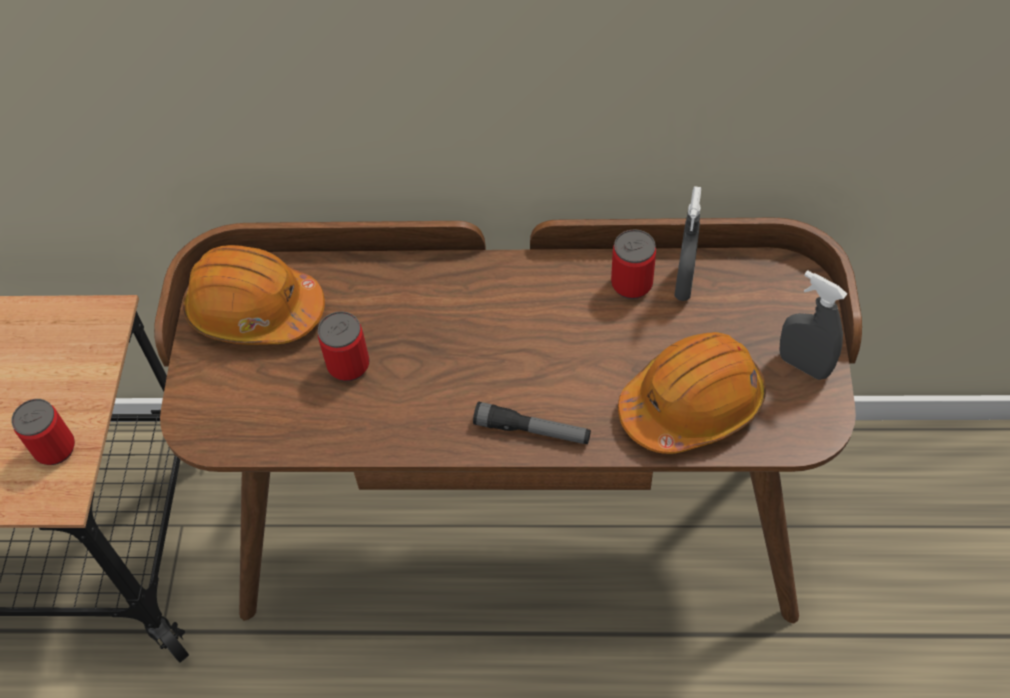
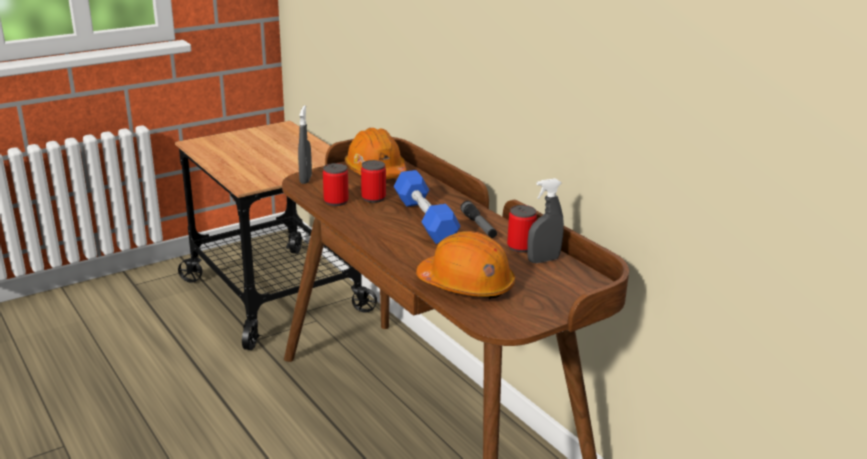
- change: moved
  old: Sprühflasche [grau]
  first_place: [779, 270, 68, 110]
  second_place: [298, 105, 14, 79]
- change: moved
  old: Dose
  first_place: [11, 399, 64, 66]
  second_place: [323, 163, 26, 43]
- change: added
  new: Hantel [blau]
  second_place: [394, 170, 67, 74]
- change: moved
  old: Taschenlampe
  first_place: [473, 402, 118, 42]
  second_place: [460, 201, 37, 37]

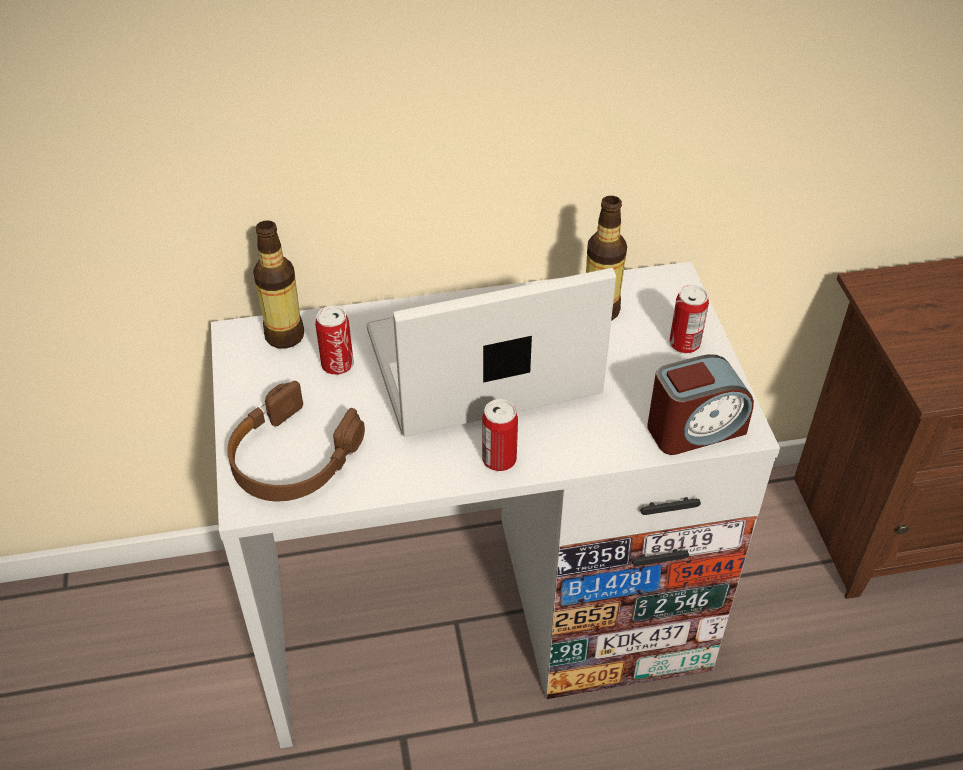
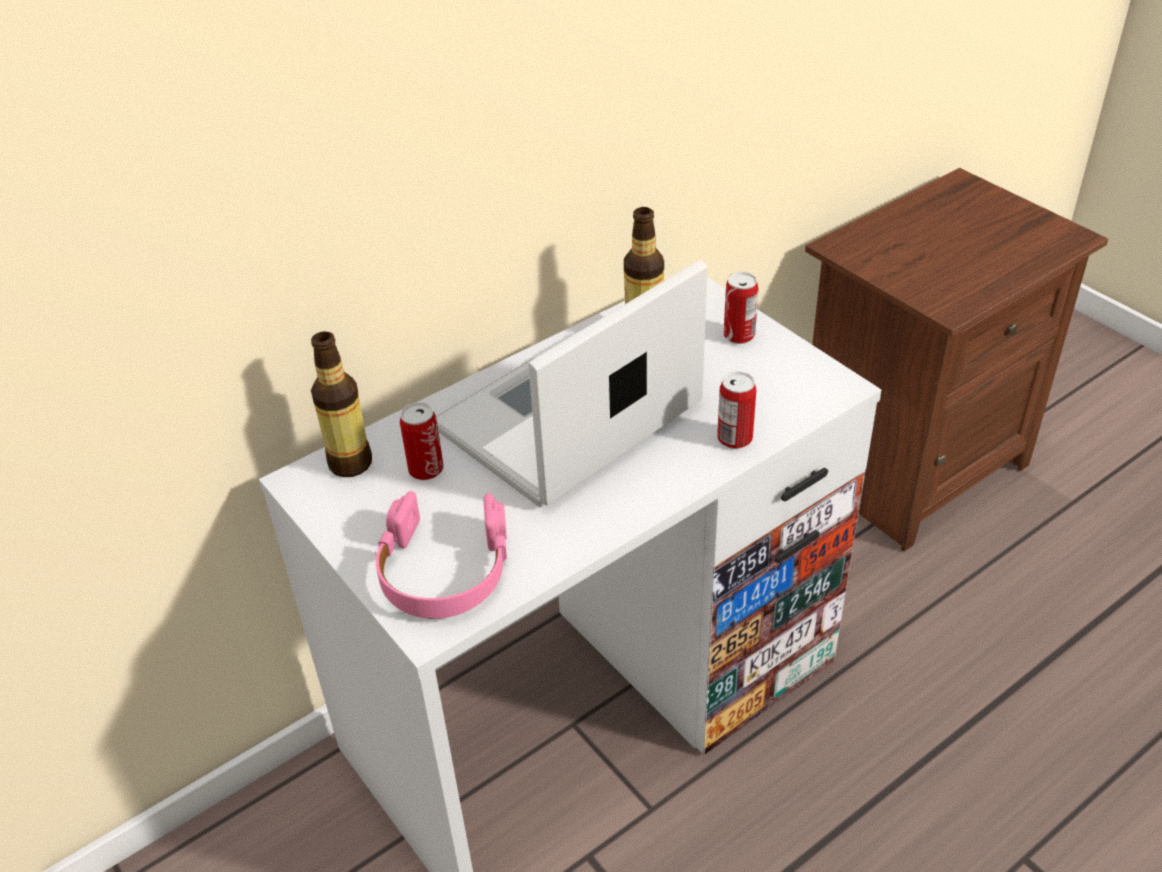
- change: recoloured
  old: Kopfhörer [braun]
  new: Kopfhörer [rosa]
  first_place: [227, 381, 138, 120]
  second_place: [375, 491, 132, 128]
- change: moved
  old: Dose
  first_place: [482, 399, 36, 72]
  second_place: [717, 371, 39, 78]
- change: removed
  old: Wecker
  first_place: [647, 354, 107, 101]

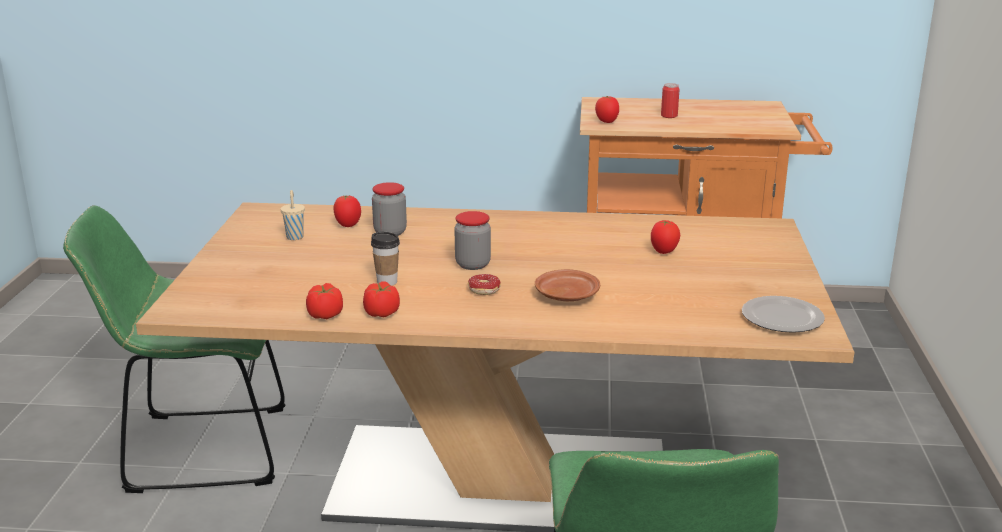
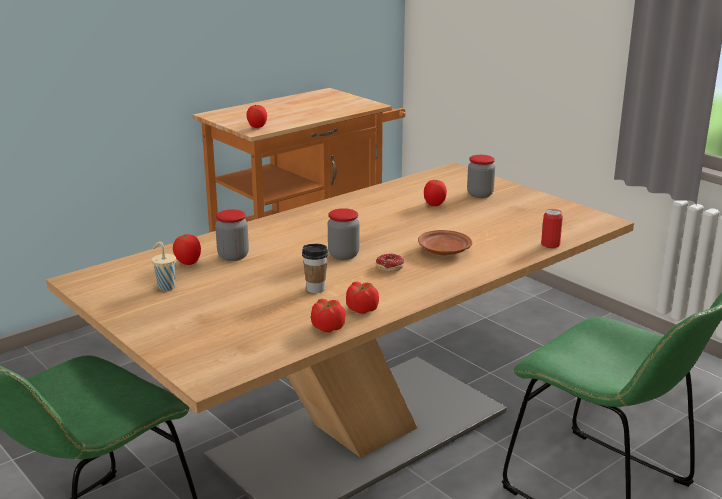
- change: added
  new: Vorratsglas
  second_place: [467, 155, 28, 43]
- change: moved
  old: Dose
  first_place: [661, 83, 19, 35]
  second_place: [541, 209, 22, 39]
- change: removed
  old: Teller
  first_place: [742, 296, 83, 37]

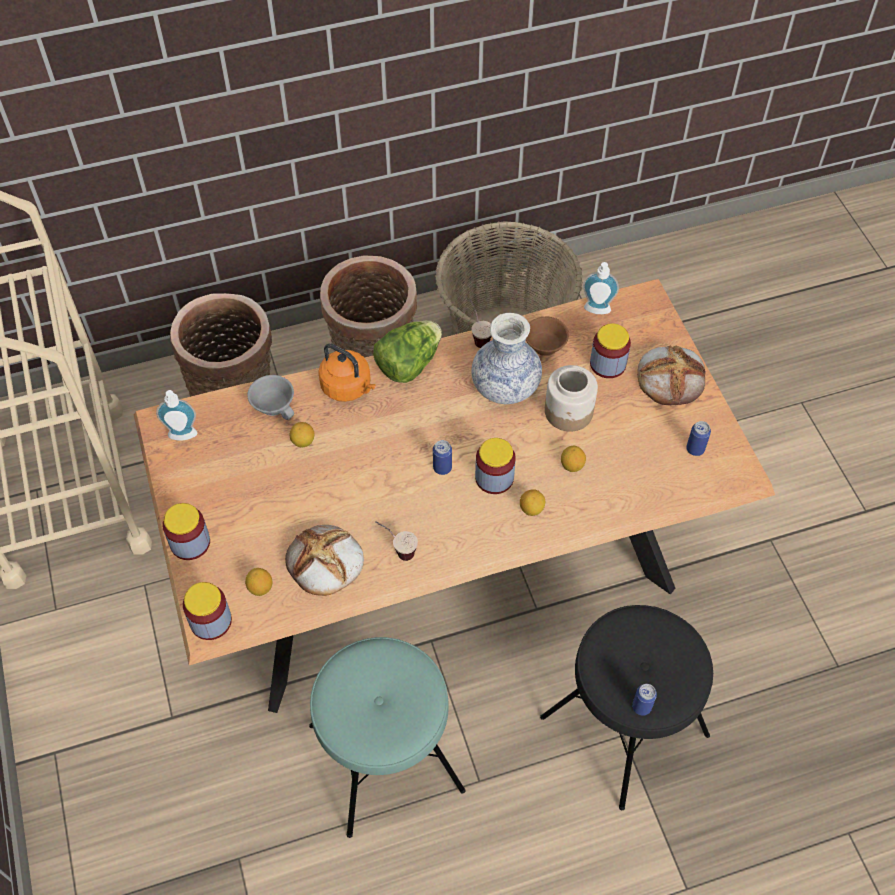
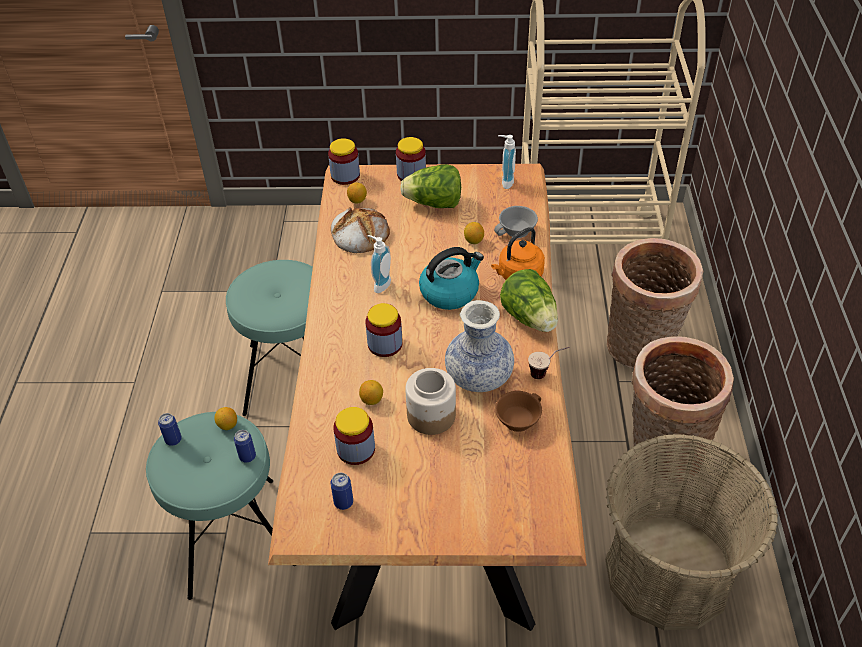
- change: recoloured
  old: Hocker [schwarz]
  new: Hocker [türkis]
  first_place: [540, 605, 173, 205]
  second_place: [146, 412, 150, 188]
- change: moved
  old: Zitrone
  first_place: [520, 489, 25, 27]
  second_place: [214, 407, 23, 23]
- change: moved
  old: Dose
  first_place: [433, 440, 19, 35]
  second_place: [234, 430, 22, 33]
- change: moved
  old: Vorratsglas
  first_place: [590, 323, 41, 55]
  second_place: [333, 407, 42, 58]
- change: moved
  old: Seifenspender
  first_place: [583, 262, 36, 52]
  second_place: [367, 235, 24, 58]
- change: added
  new: Salatkopf
  second_place: [400, 164, 61, 44]
- change: added
  new: Wasserkessel
  second_place: [419, 247, 65, 63]
- change: removed
  old: Tasse
  first_place: [375, 521, 43, 40]
- change: removed
  old: Brot
  first_place: [637, 346, 69, 59]

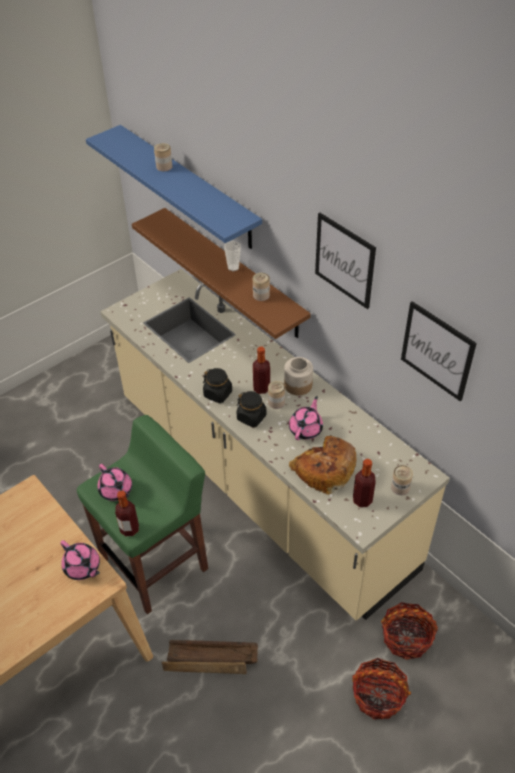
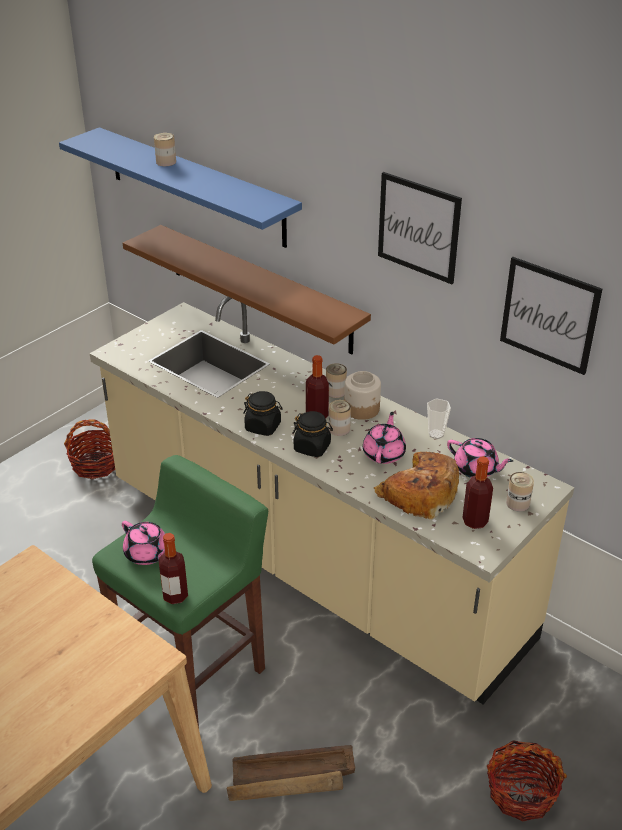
- change: moved
  old: Korb
  first_place: [381, 602, 57, 58]
  second_place: [64, 420, 51, 59]
- change: moved
  old: Dose
  first_place: [253, 273, 17, 28]
  second_place: [326, 363, 21, 35]
- change: moved
  old: Tasse
  first_place: [224, 241, 17, 30]
  second_place: [427, 399, 24, 40]
- change: moved
  old: Teekanne [rosa]
  first_place: [60, 540, 40, 40]
  second_place: [447, 438, 66, 40]

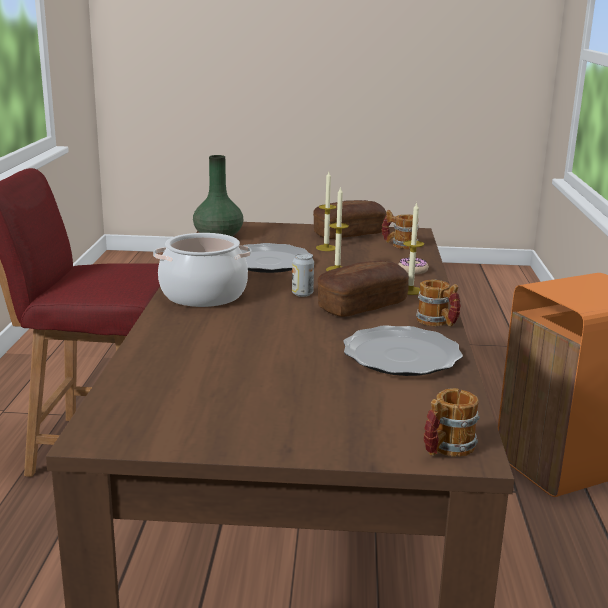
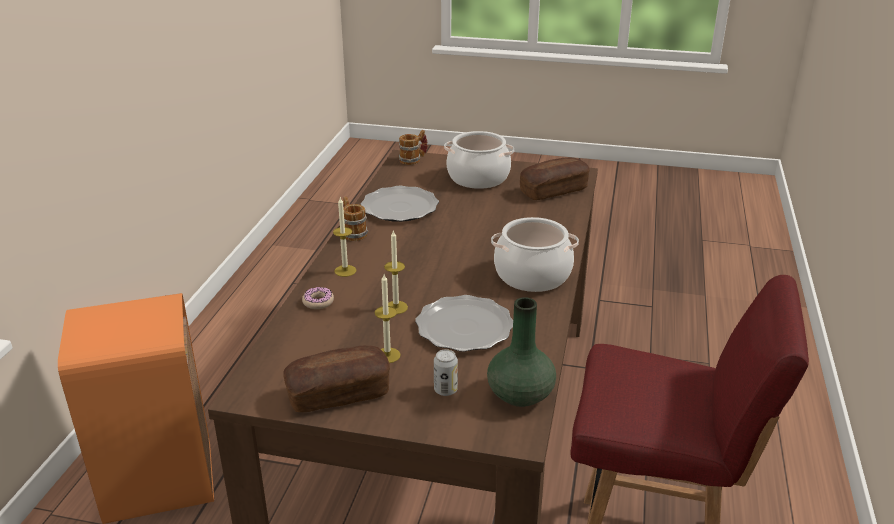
- change: moved
  old: Dose
  first_place: [292, 254, 22, 43]
  second_place: [434, 349, 24, 47]
- change: added
  new: Kochtopf
  second_place: [444, 131, 70, 58]
- change: moved
  old: Brot
  first_place: [317, 260, 92, 57]
  second_place: [520, 157, 70, 43]
- change: removed
  old: Henkelbecher
  first_place: [382, 210, 37, 40]

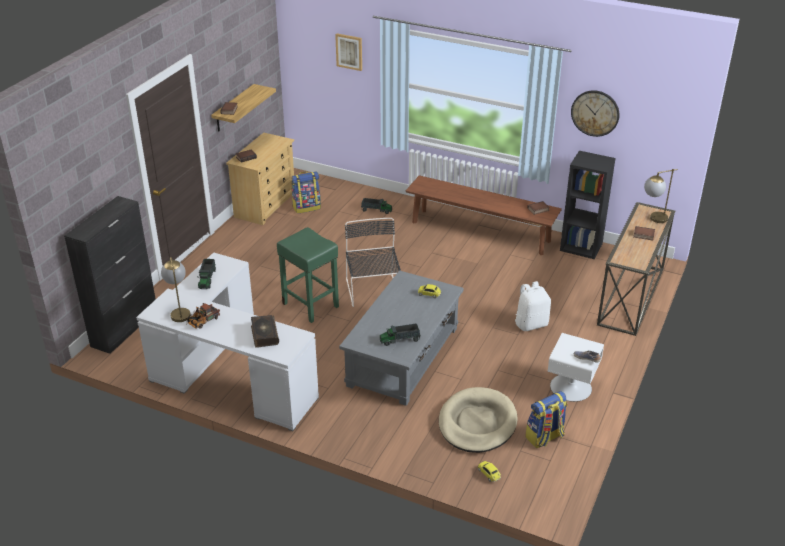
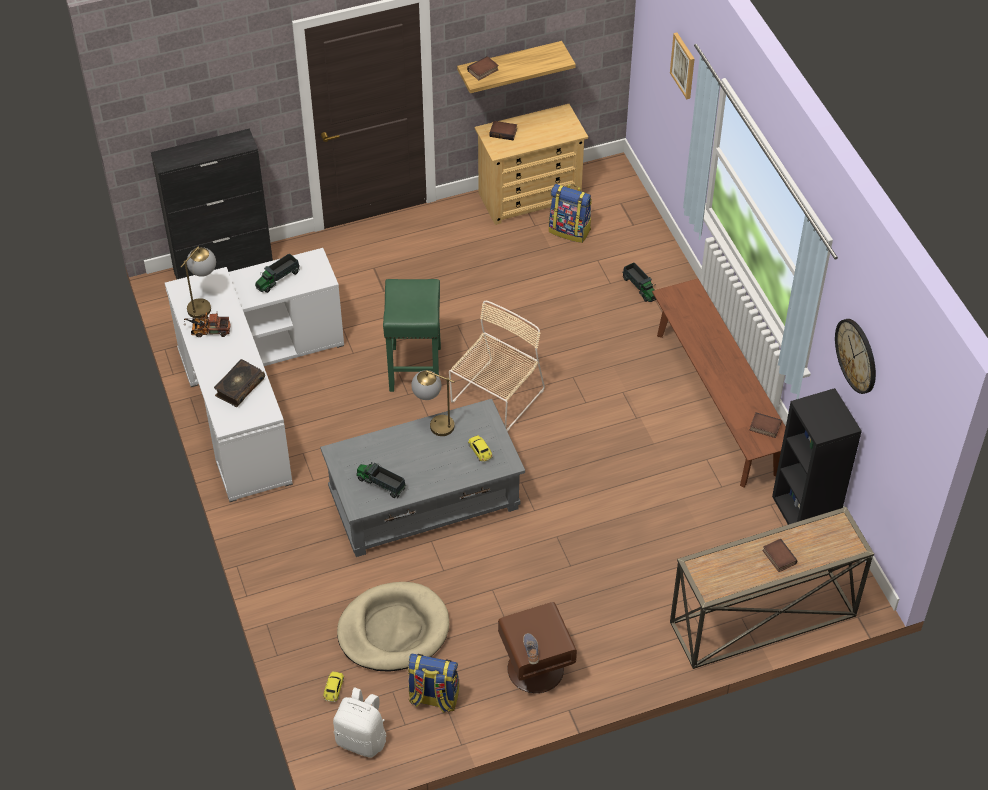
- change: moved
  old: Rucksack [weiß]
  first_place: [515, 281, 36, 50]
  second_place: [333, 688, 53, 70]
- change: moved
  old: Tischlampe
  first_place: [644, 169, 34, 54]
  second_place: [411, 370, 44, 66]
- change: recoloured
  old: Stuhl [schwarz]
  new: Stuhl [beige]
  first_place: [345, 218, 56, 89]
  second_place: [449, 300, 96, 131]
- change: recoloured
  old: Nachttisch [weiß]
  new: Nachttisch [braun]
  first_place: [548, 333, 56, 69]
  second_place: [498, 602, 79, 91]

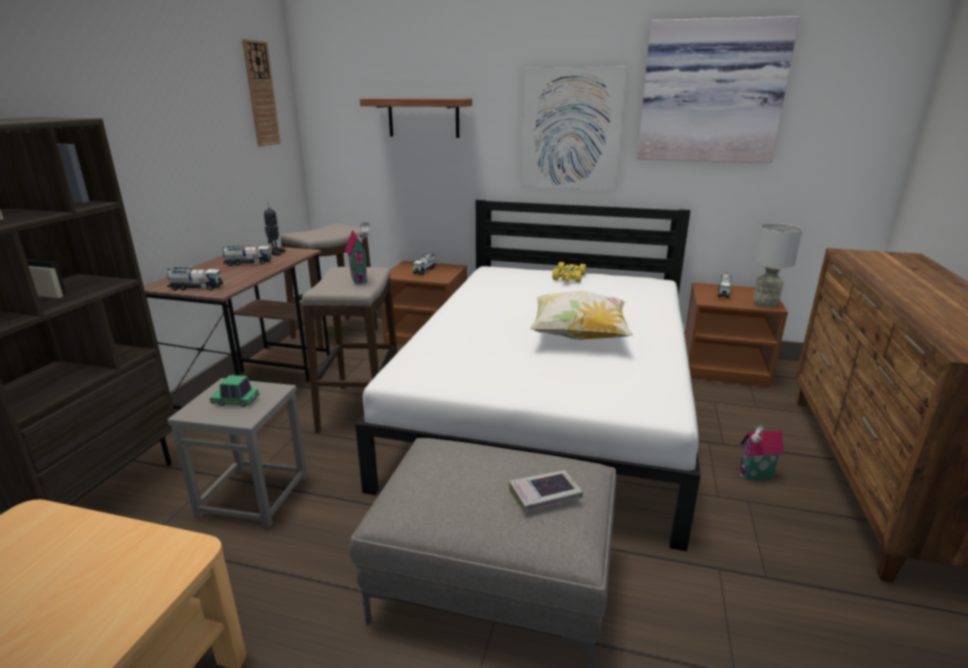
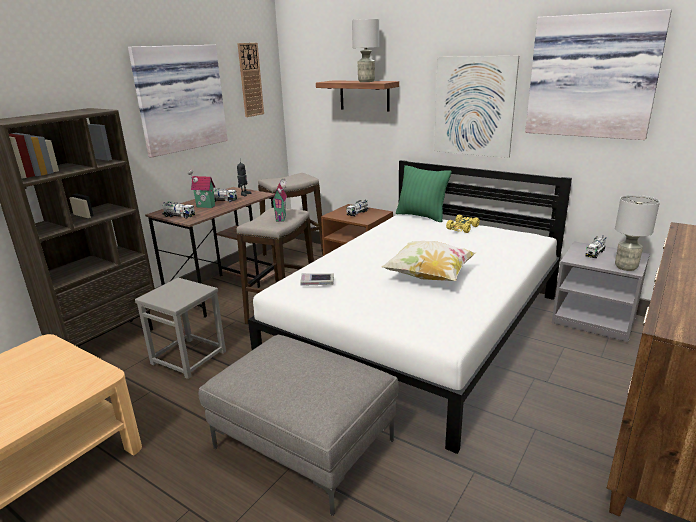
- change: added
  new: Bild
  second_place: [128, 45, 100, 113]
- change: moved
  old: Spielzeughaus
  first_place: [739, 425, 45, 55]
  second_place: [188, 169, 27, 39]
- change: moved
  old: Buch
  first_place: [509, 470, 74, 42]
  second_place: [300, 273, 34, 13]
- change: added
  new: Tischlampe [grau]
  second_place: [352, 19, 27, 63]
- change: added
  new: Kissen [grün]
  second_place: [396, 165, 55, 57]
- change: recoloured
  old: Nachttisch [braun]
  new: Nachttisch [grau]
  first_place: [685, 283, 103, 104]
  second_place: [552, 241, 98, 101]
- change: removed
  old: Spielzeugauto
  first_place: [210, 375, 50, 32]

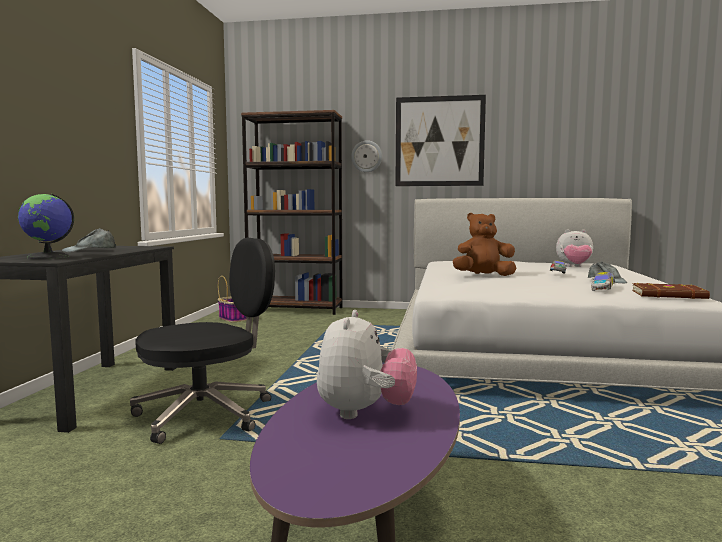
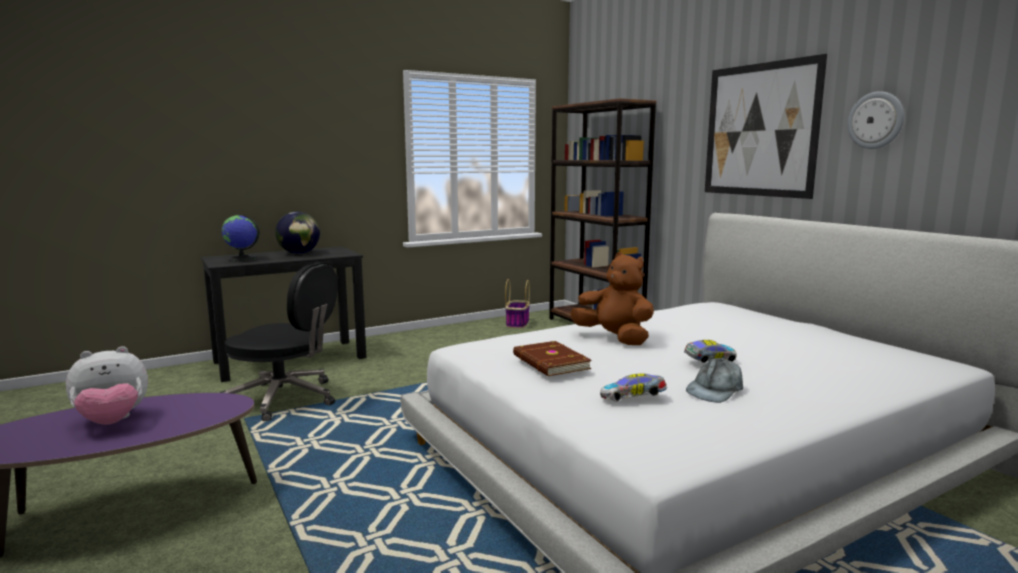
- change: replaced
  old: Kappe [grau]
  new: Globus
  first_place: [62, 228, 54, 24]
  second_place: [275, 211, 45, 43]
- change: moved
  old: Buch [braun]
  first_place: [632, 283, 78, 16]
  second_place: [513, 341, 79, 35]
- change: moved
  old: Wanduhr
  first_place: [351, 140, 31, 32]
  second_place: [848, 91, 56, 58]
- change: removed
  old: Plüschtier
  first_place: [556, 229, 37, 38]

